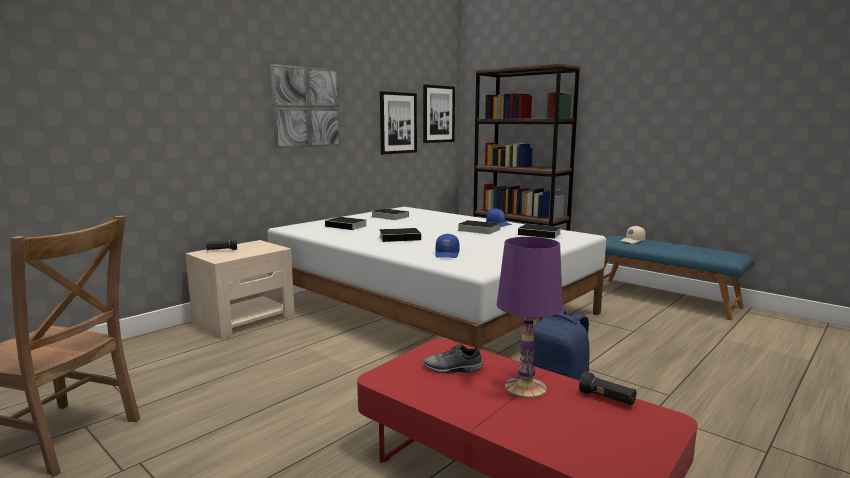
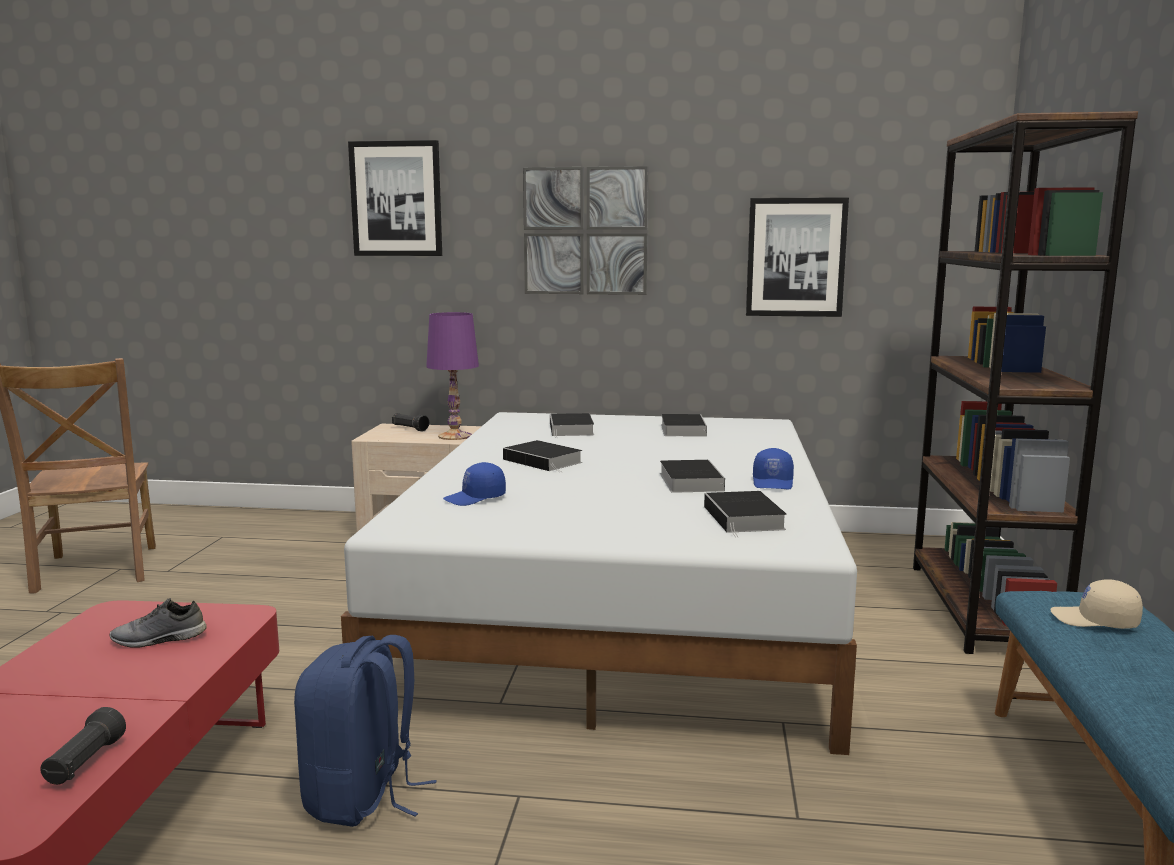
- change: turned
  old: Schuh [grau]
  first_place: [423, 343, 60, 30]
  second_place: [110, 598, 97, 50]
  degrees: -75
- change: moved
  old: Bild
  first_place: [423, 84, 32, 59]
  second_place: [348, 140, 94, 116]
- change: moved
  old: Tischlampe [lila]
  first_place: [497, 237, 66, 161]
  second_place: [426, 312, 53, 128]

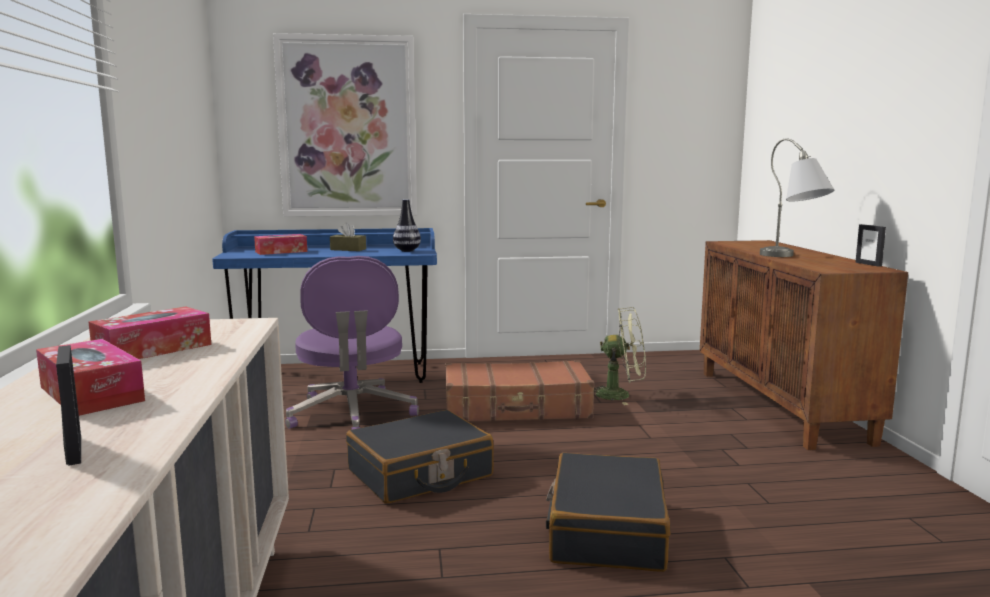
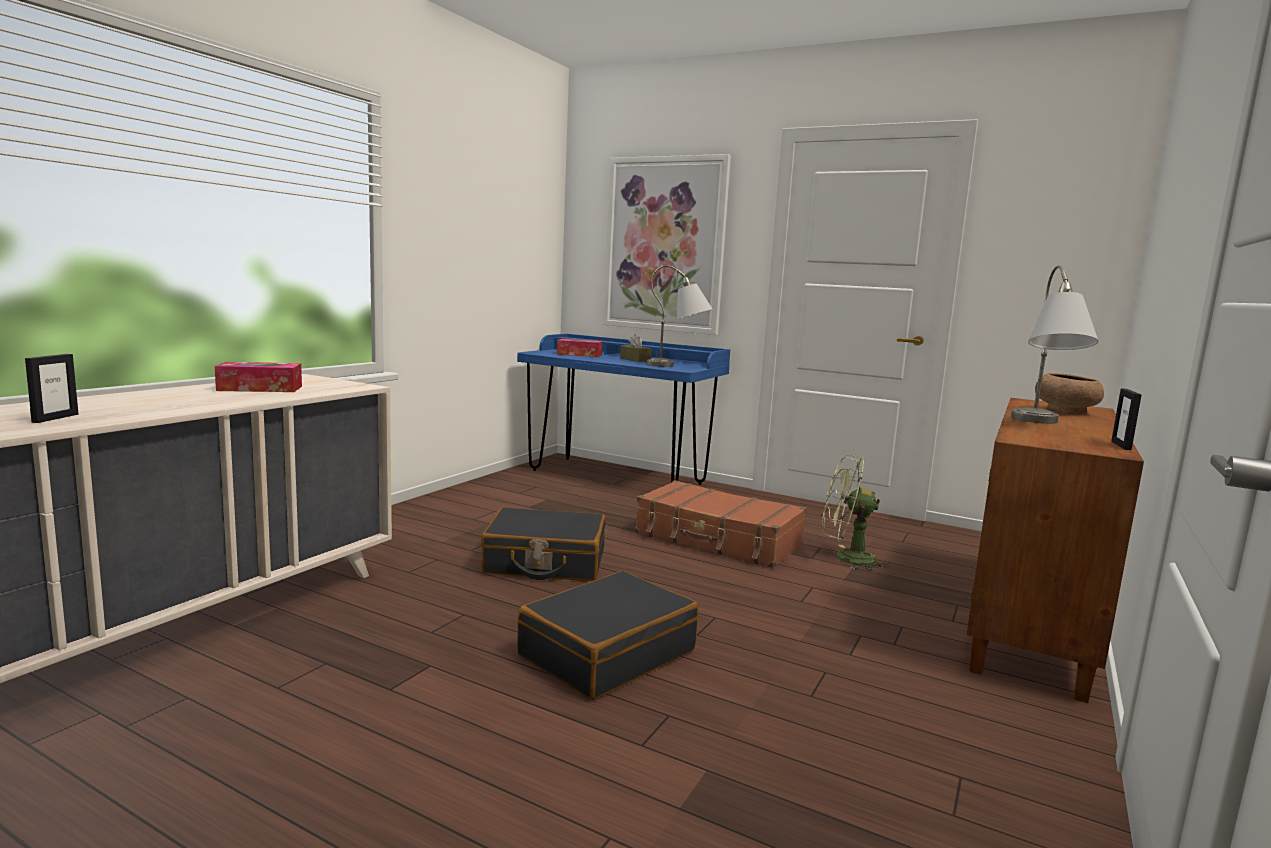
- change: replaced
  old: Vase
  new: Tischlampe [grau]
  first_place: [393, 199, 28, 53]
  second_place: [647, 265, 65, 102]
- change: turned
  old: Ventilator [grün]
  first_place: [594, 307, 52, 98]
  second_place: [822, 455, 67, 116]
  degrees: 150
- change: added
  new: Schüssel [braun]
  second_place: [1035, 373, 69, 42]
- change: removed
  old: Taschentuchbox
  first_place: [36, 339, 109, 77]
- change: removed
  old: Bürostuhl [lila]
  first_place: [285, 256, 134, 174]

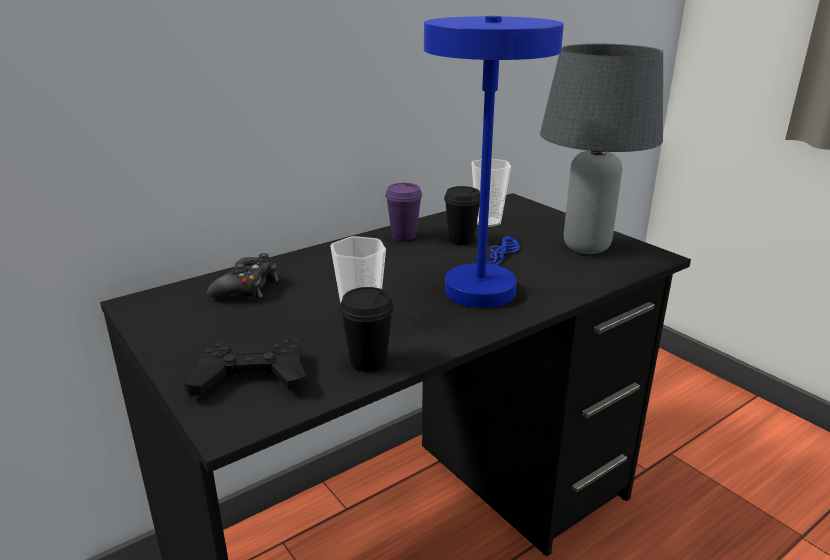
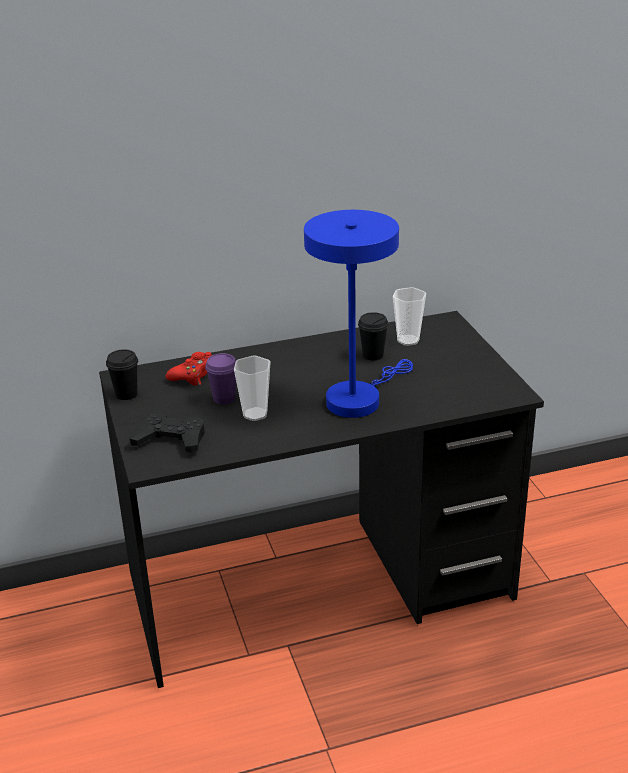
- change: moved
  old: Tasse [schwarz]
  first_place: [339, 287, 55, 85]
  second_place: [106, 349, 32, 51]
- change: recoloured
  old: Gamepad [schwarz]
  new: Gamepad [rot]
  first_place: [207, 253, 72, 47]
  second_place: [166, 352, 46, 34]
- change: moved
  old: Tasse [lila]
  first_place: [385, 183, 37, 58]
  second_place: [205, 353, 31, 52]
- change: removed
  old: Tischlampe [grau]
  first_place: [540, 44, 123, 210]

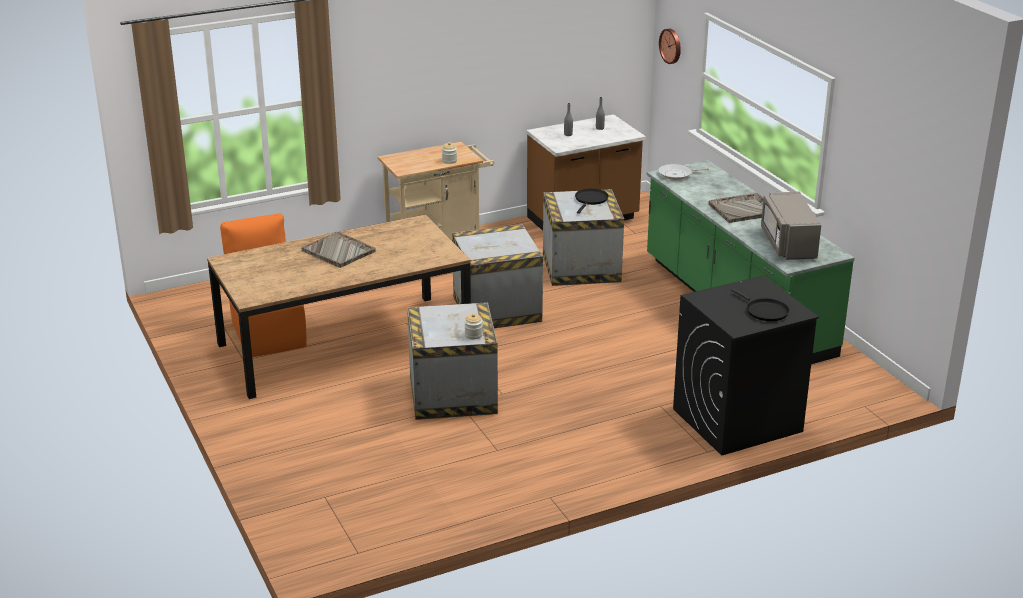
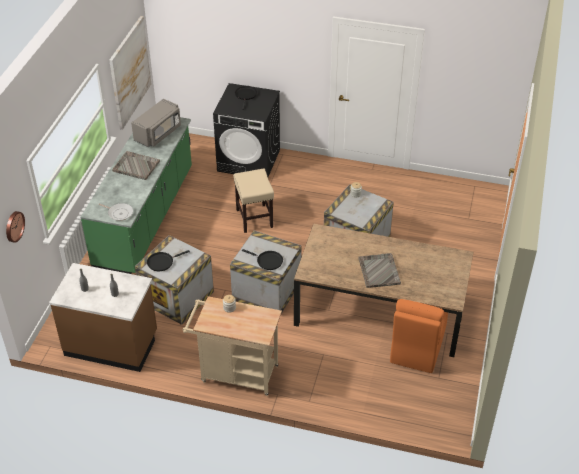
- change: added
  new: Bild
  second_place: [109, 16, 42, 114]
- change: added
  new: Hocker [beige]
  second_place: [233, 168, 41, 65]
- change: added
  new: Pfanne [schwarz]
  second_place: [242, 249, 41, 21]

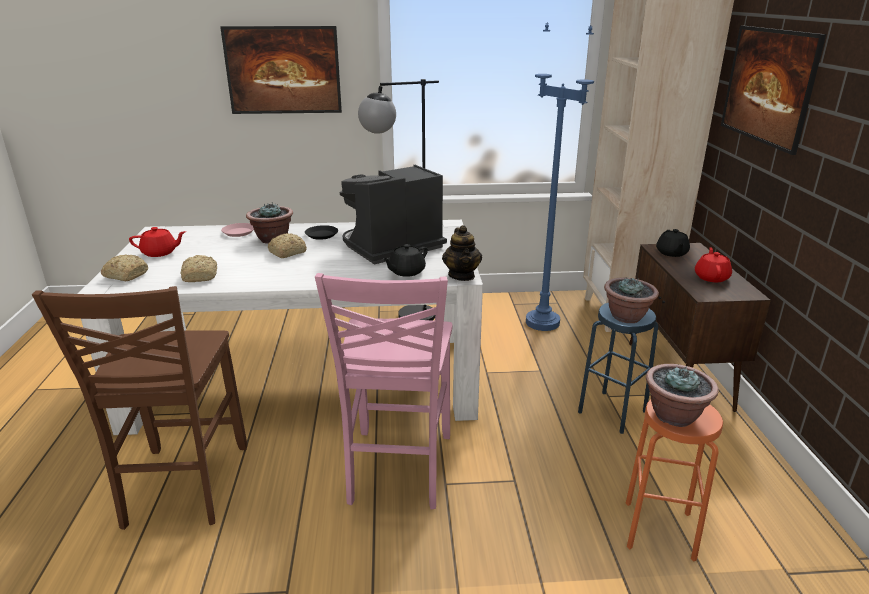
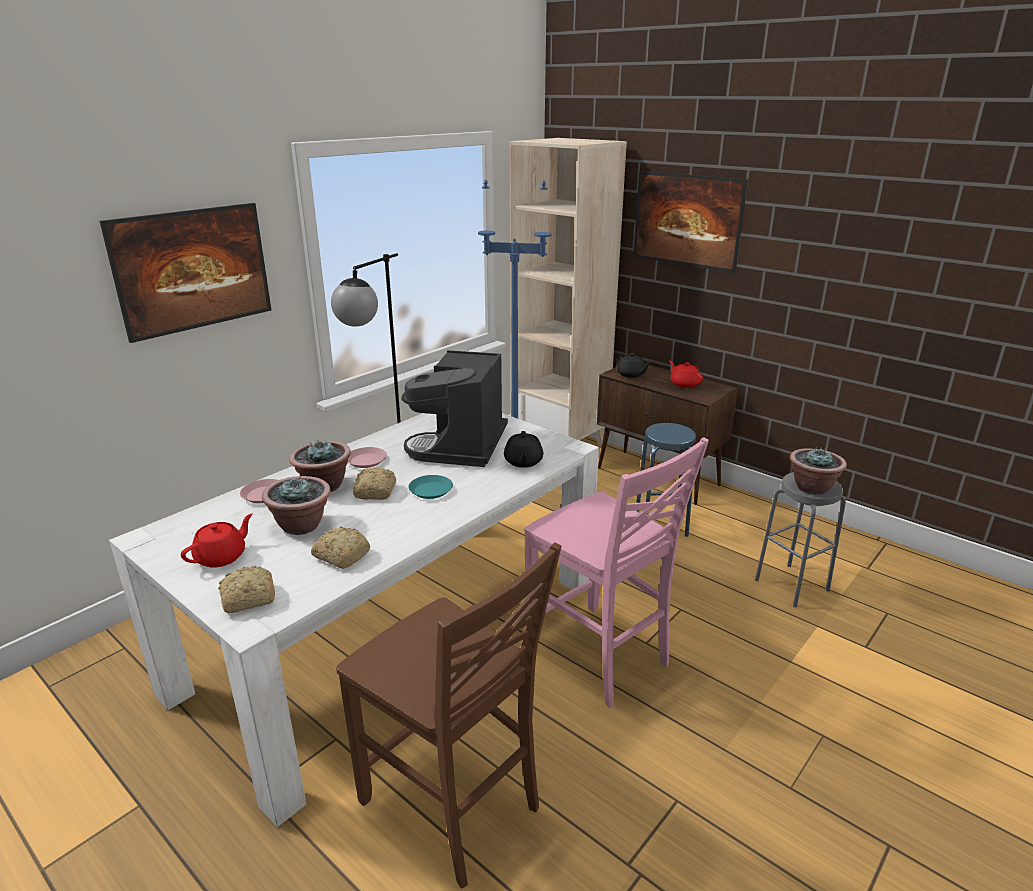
- change: moved
  old: Topfpflanze
  first_place: [604, 277, 55, 46]
  second_place: [262, 476, 69, 59]
- change: recoloured
  old: Teller [schwarz]
  new: Teller [rosa]
  first_place: [305, 225, 33, 15]
  second_place: [348, 447, 39, 21]
- change: added
  new: Teller [türkis]
  second_place: [408, 475, 45, 24]
- change: recoloured
  old: Hocker [orange]
  new: Hocker [grau]
  first_place: [626, 399, 97, 163]
  second_place: [755, 472, 91, 135]
- change: removed
  old: Teekanne
  first_place: [442, 225, 40, 56]

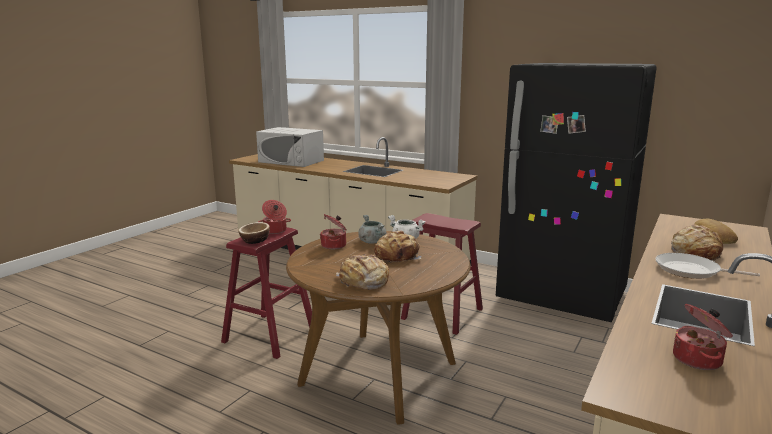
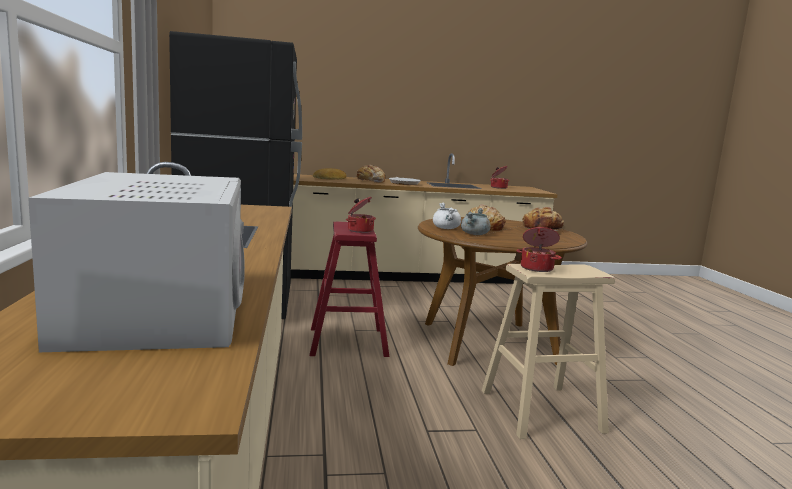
- change: moved
  old: Kochtopf
  first_place: [320, 214, 27, 35]
  second_place: [346, 197, 30, 36]
- change: recoloured
  old: Hocker [rot]
  new: Hocker [beige]
  first_place: [221, 227, 91, 132]
  second_place: [482, 264, 133, 175]
- change: removed
  old: Schüssel
  first_place: [238, 222, 32, 22]

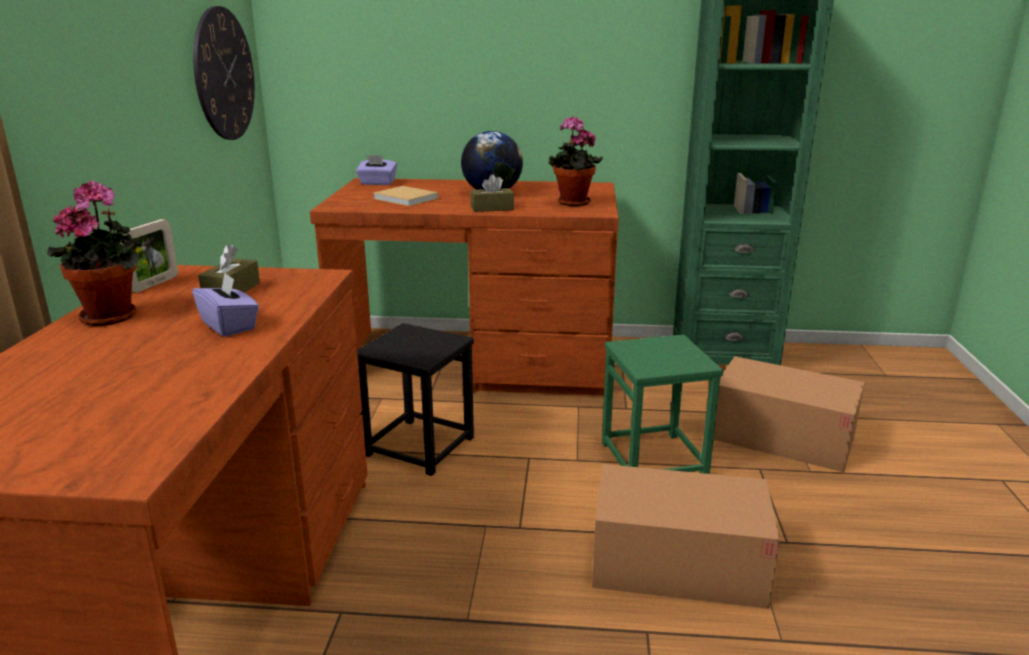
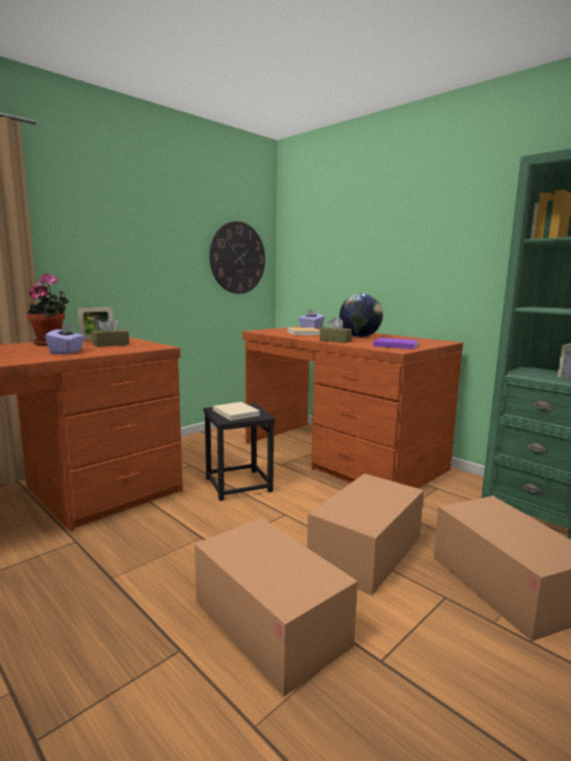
- change: added
  new: Buch [beige]
  second_place: [213, 402, 47, 19]
- change: replaced
  old: Hocker [grün]
  new: Karton
  first_place: [602, 334, 121, 140]
  second_place: [307, 473, 117, 122]
- change: replaced
  old: Topfpflanze
  new: Buch [lila]
  first_place: [549, 116, 54, 90]
  second_place: [373, 338, 46, 11]

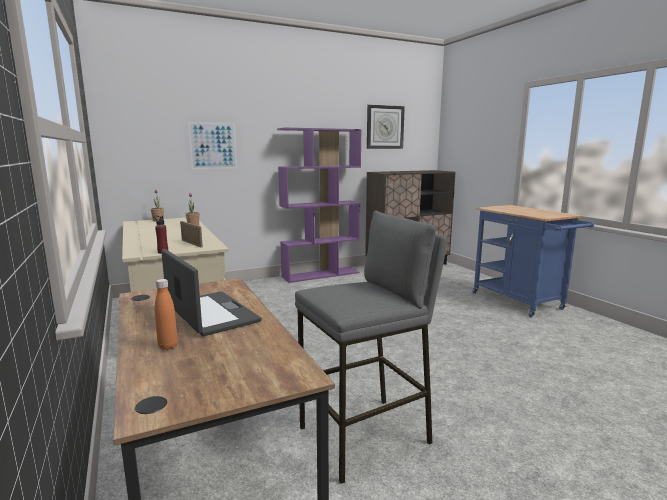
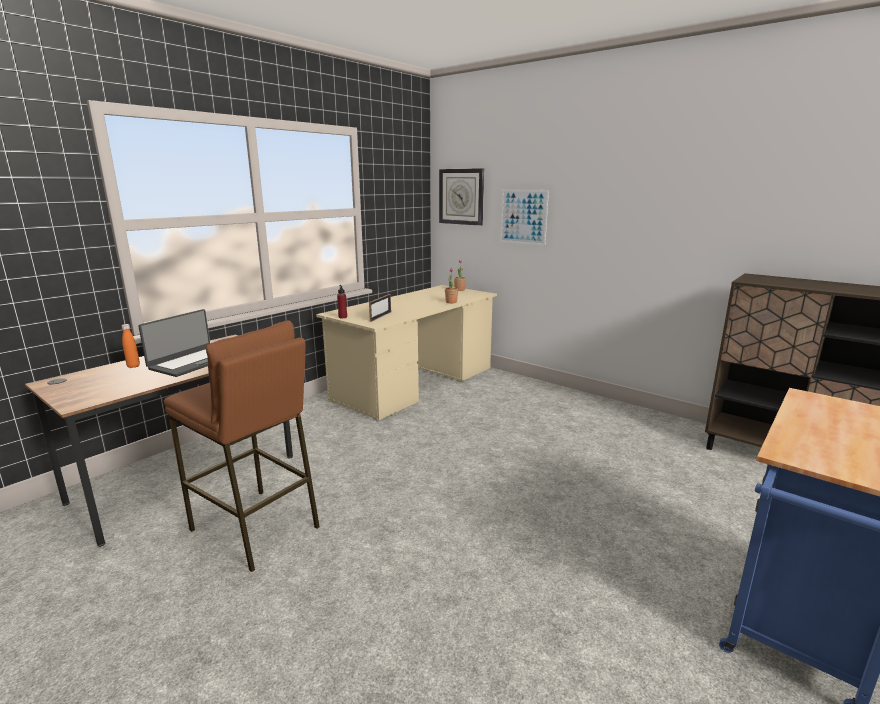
- change: recoloured
  old: Hocker [grau]
  new: Hocker [braun]
  first_place: [295, 211, 152, 273]
  second_place: [164, 321, 156, 251]
- change: moved
  old: Wanduhr
  first_place: [367, 105, 38, 44]
  second_place: [439, 168, 45, 58]
- change: removed
  old: Bücherregal [lila]
  first_place: [277, 128, 85, 155]

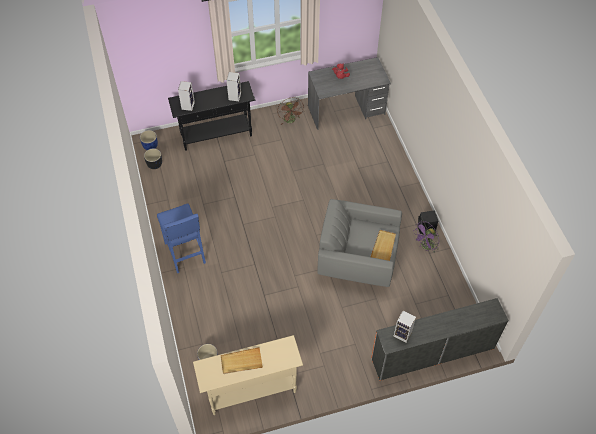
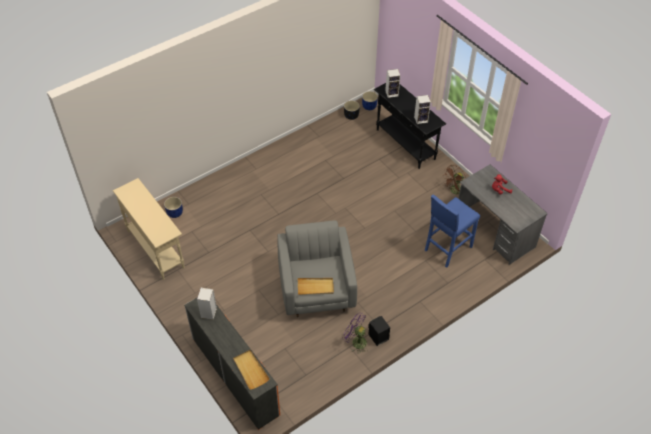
- change: moved
  old: Tablett [beige]
  first_place: [221, 347, 42, 27]
  second_place: [233, 350, 36, 40]
- change: moved
  old: Hocker [blau]
  first_place: [157, 204, 49, 69]
  second_place: [425, 195, 55, 73]

